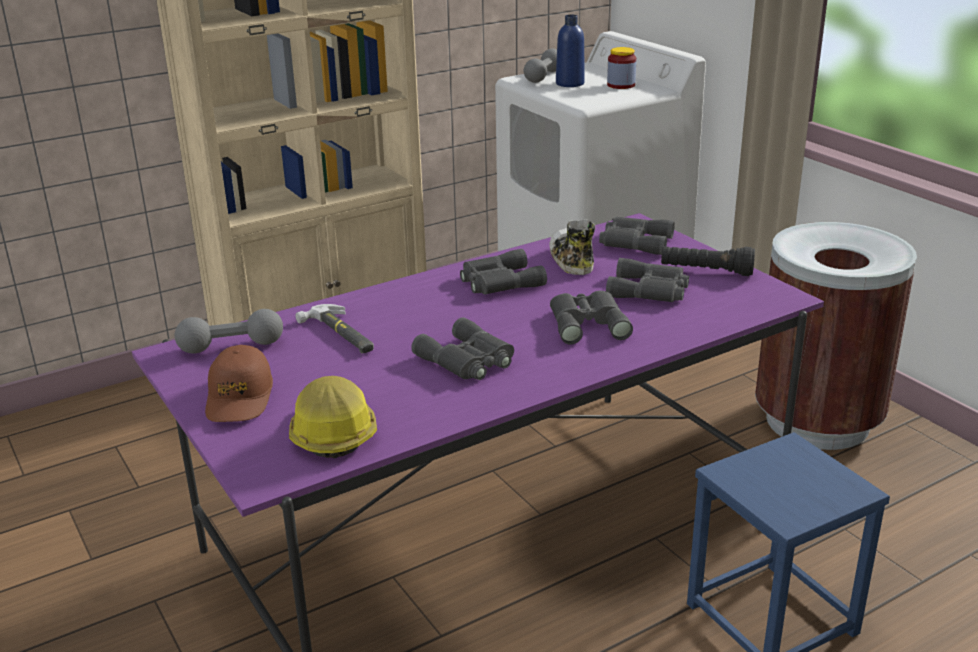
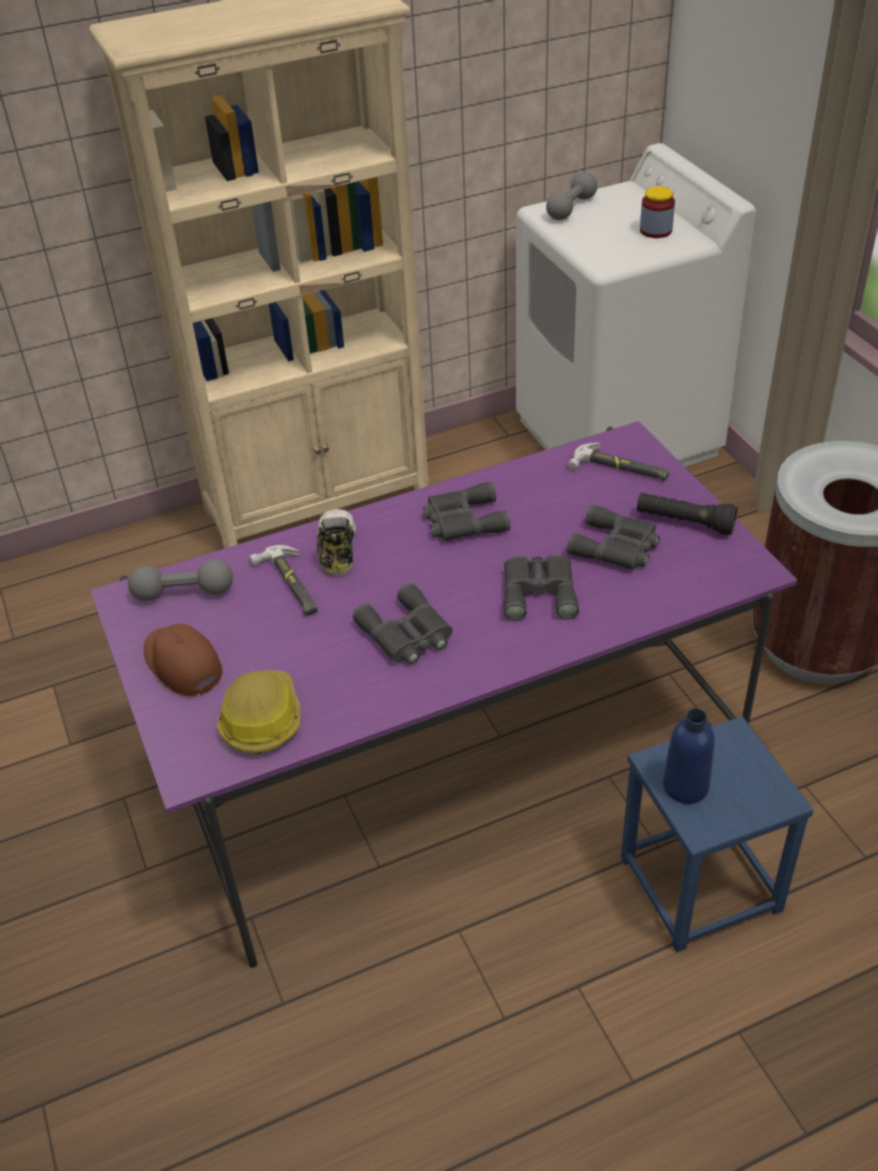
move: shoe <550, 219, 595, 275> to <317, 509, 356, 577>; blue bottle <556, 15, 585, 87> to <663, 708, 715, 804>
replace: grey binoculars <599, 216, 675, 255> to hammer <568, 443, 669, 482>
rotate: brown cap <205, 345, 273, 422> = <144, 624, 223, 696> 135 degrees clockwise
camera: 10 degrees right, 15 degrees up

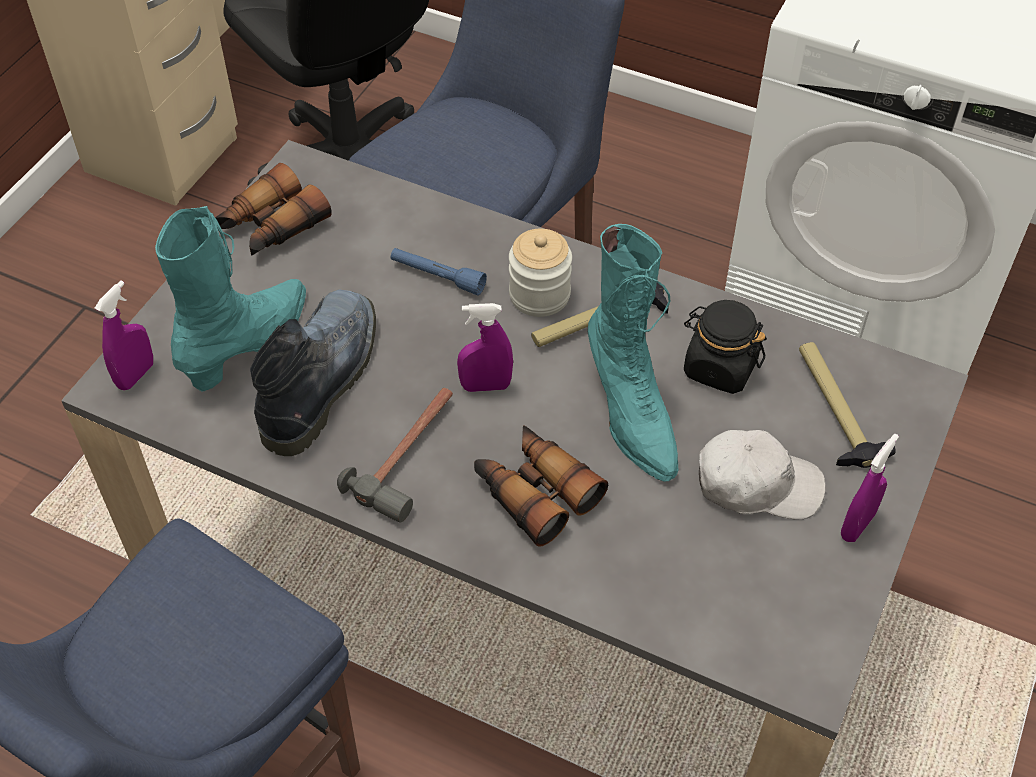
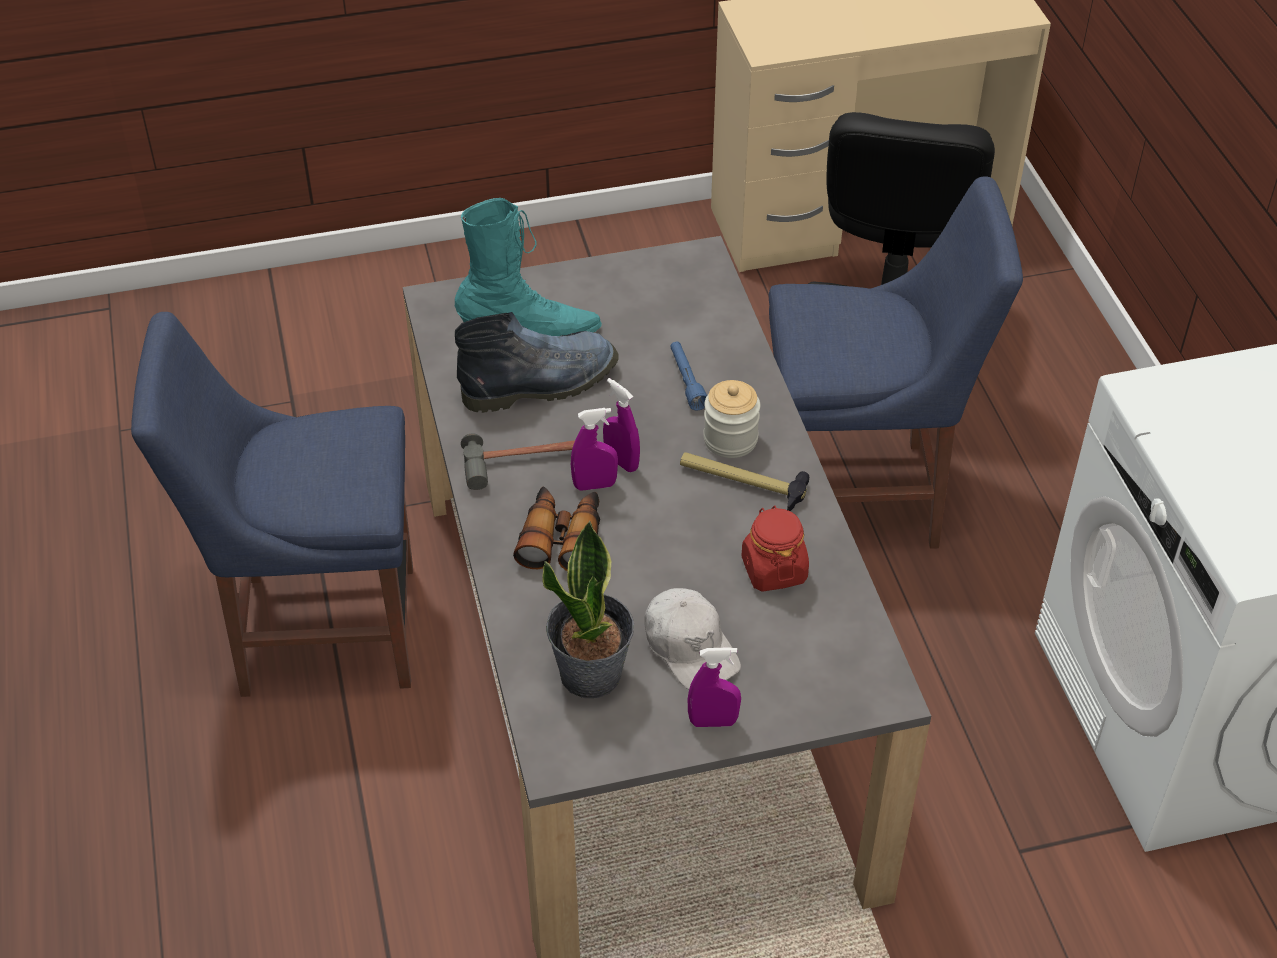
delete: binoculars <215, 163, 332, 256>; turquoise boot <588, 224, 678, 482>; hammer <799, 342, 896, 468>
insert: potted plant <542, 521, 634, 698>
move: purple spray bottle <95, 280, 153, 390> to <571, 408, 618, 491>
recolor: black jar <684, 300, 767, 394> to red jar <742, 505, 809, 592>
camera: 50 degrees right, 5 degrees down

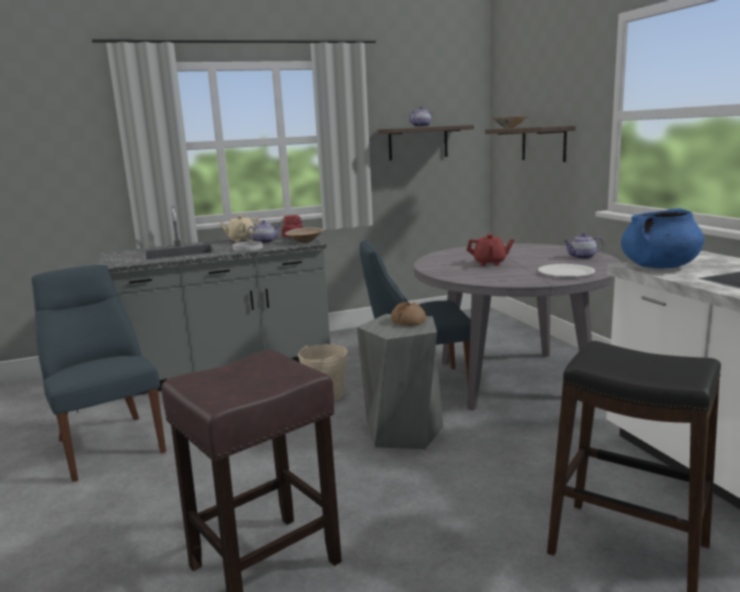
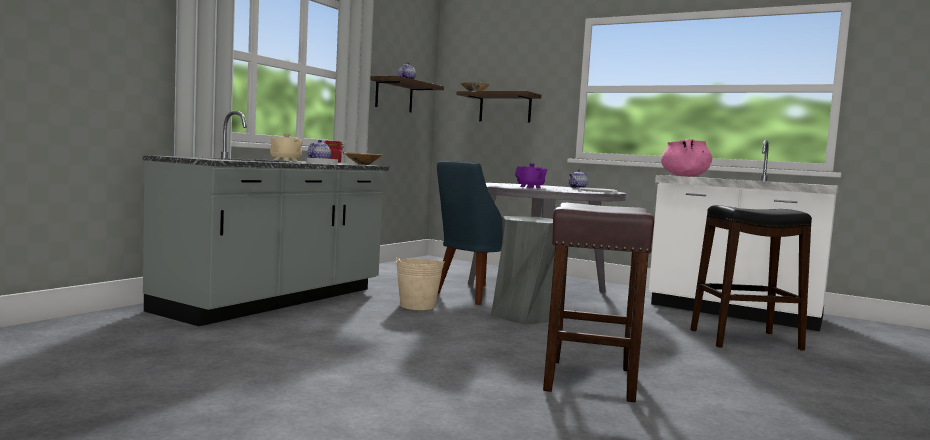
delete: blue chair <32, 265, 166, 482>; bread <391, 302, 426, 326>
recolor: red teapot <467, 234, 514, 266> to purple teapot <515, 163, 548, 188>; blue cooking pot <621, 208, 704, 268> to pink cooking pot <661, 139, 712, 177>
camera: 40 degrees left, 10 degrees down

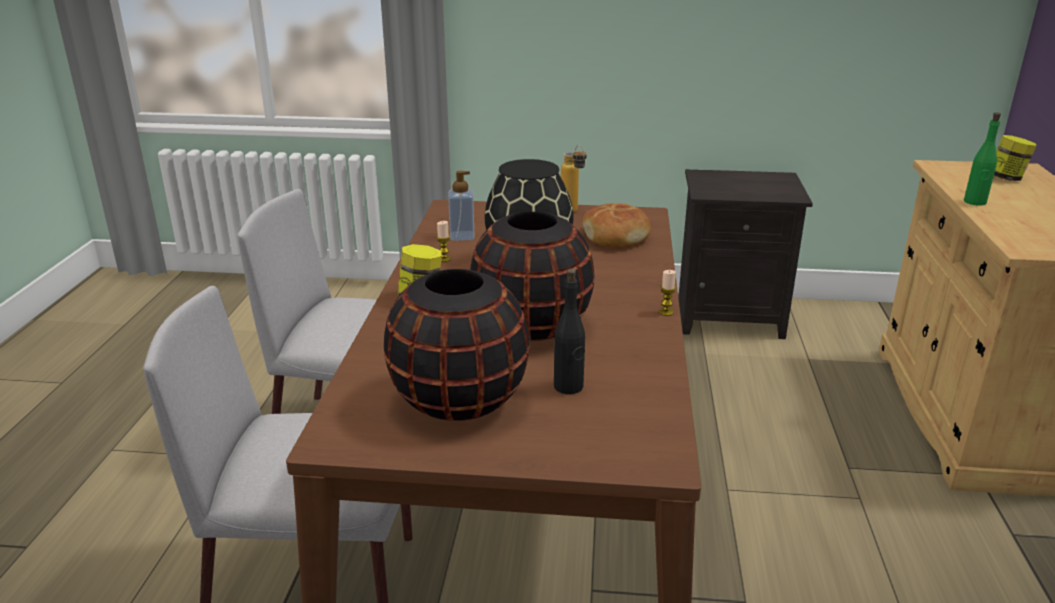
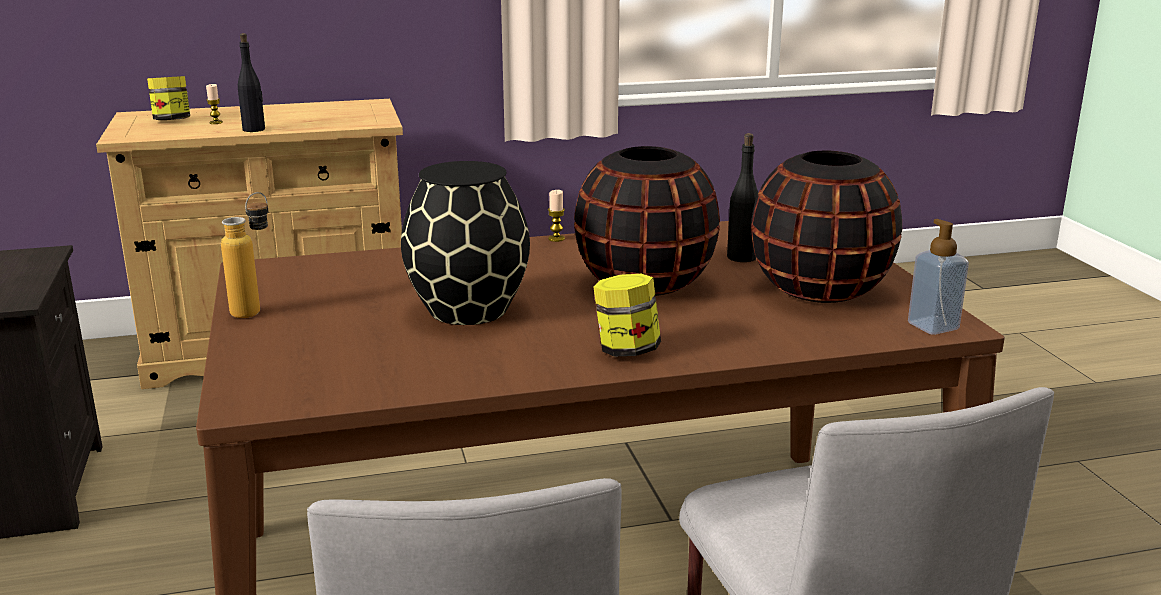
delete: bread <582, 203, 651, 248>
move: candle <436, 221, 451, 262> to <206, 84, 223, 124>; soap dispenser <448, 171, 475, 241> to <908, 219, 969, 335>
recolor: green bottle <964, 112, 1001, 206> to black bottle <238, 33, 265, 132>
camera: 110 degrees left, 5 degrees down

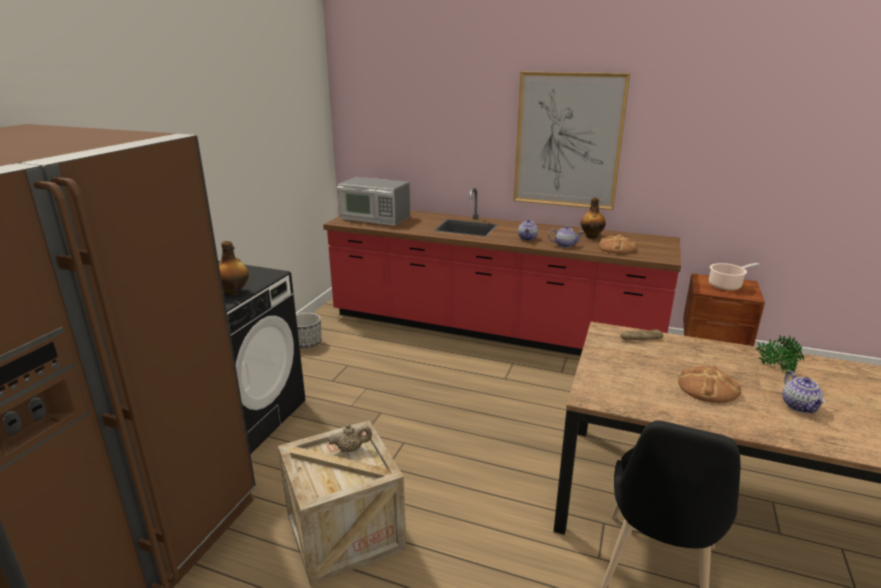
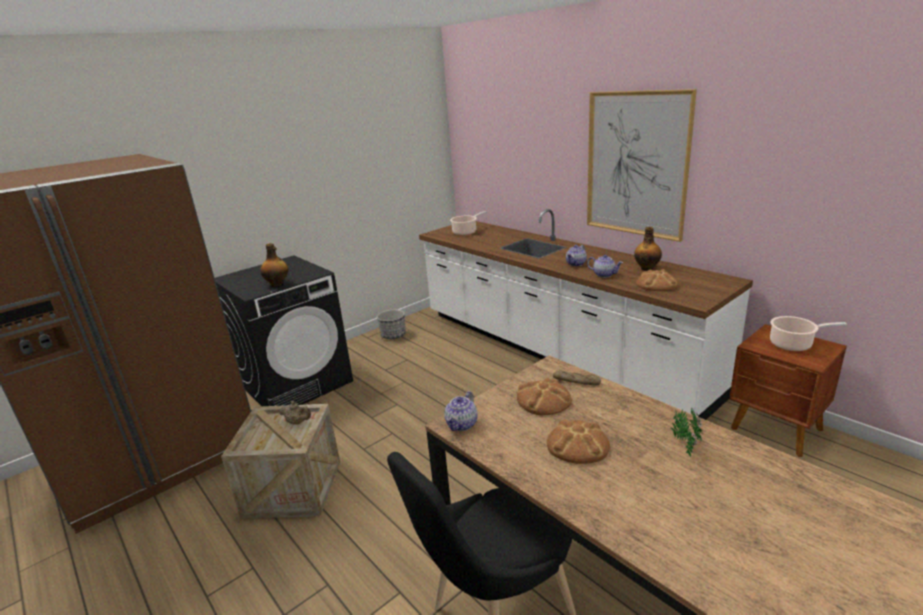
insert: bread <517, 378, 572, 415>
move: teapot <782, 371, 825, 413> to <445, 391, 477, 431>
replace: microwave <337, 177, 410, 226> to cooking pot <450, 211, 487, 235>
recolor: red counter <323, 188, 681, 356> to white counter <419, 209, 753, 420>
camera: 30 degrees right, 0 degrees up

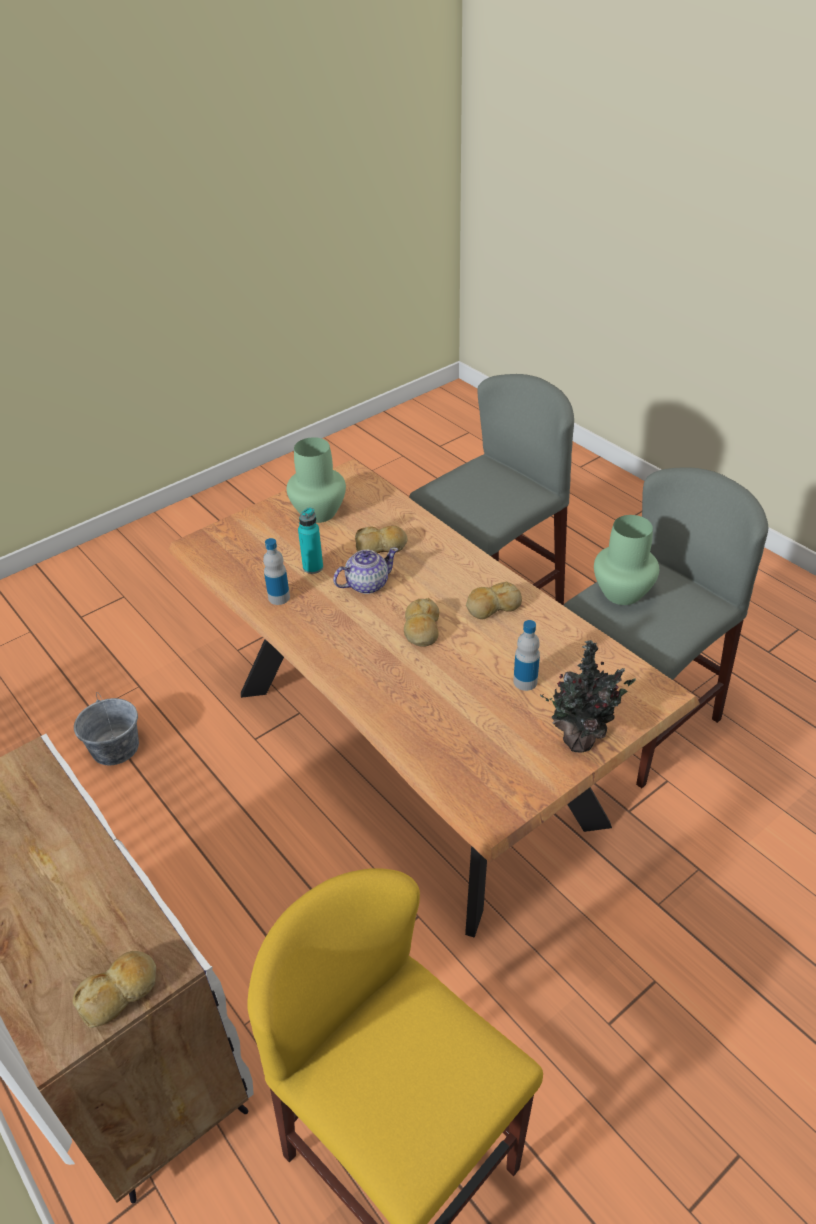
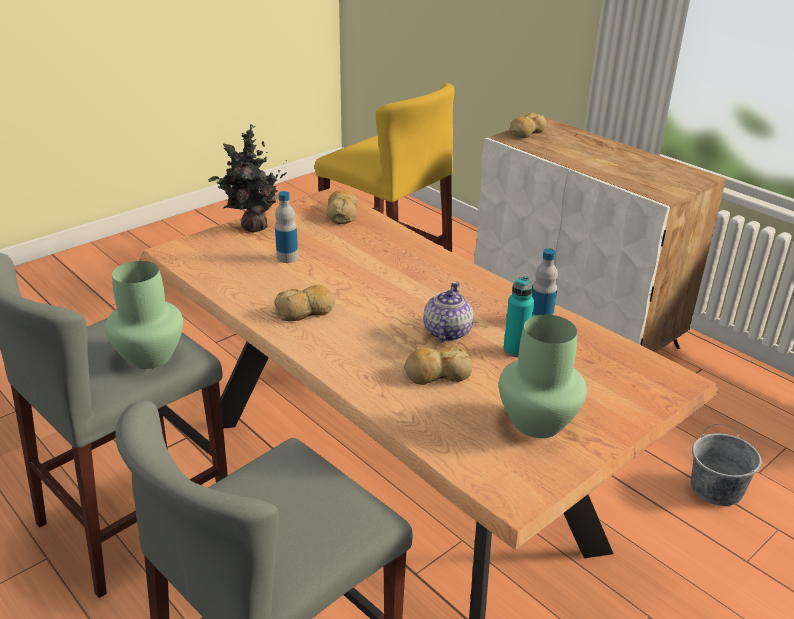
move: bread <404, 598, 439, 647> to <326, 190, 357, 224>
rotate: teapot <333, 547, 398, 594> = <423, 281, 473, 342> 135 degrees clockwise
camera: 175 degrees right, 10 degrees down

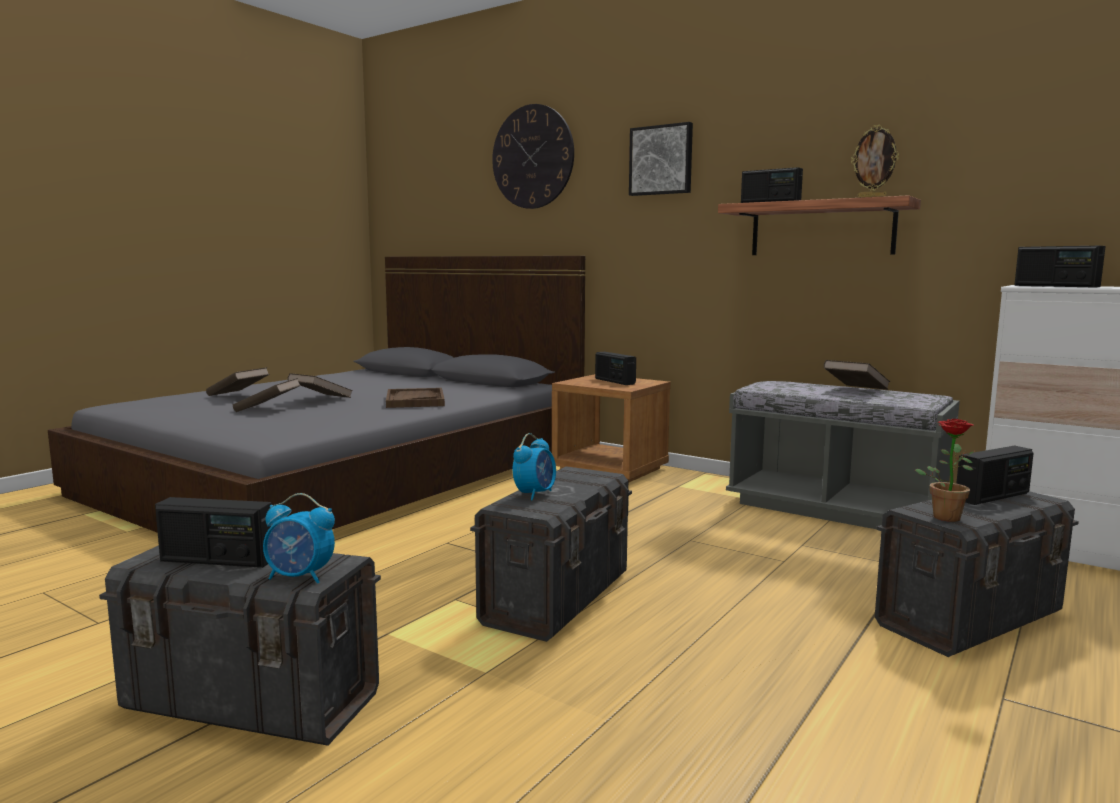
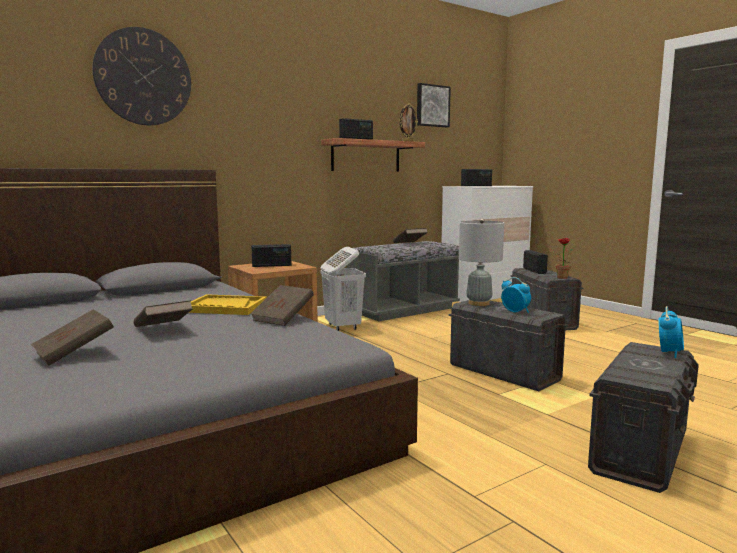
delete: radio <155, 497, 272, 568>
insert: white laundry basket <320, 247, 366, 331>; grey table lamp <459, 218, 504, 306>
move: brown book <233, 378, 301, 412> to <250, 285, 314, 326>; picture <629, 122, 693, 196> to <417, 83, 451, 127>
recolor: brown tray <386, 388, 445, 408> to yellow tray <189, 294, 267, 315>
camera: 70 degrees left, 0 degrees up

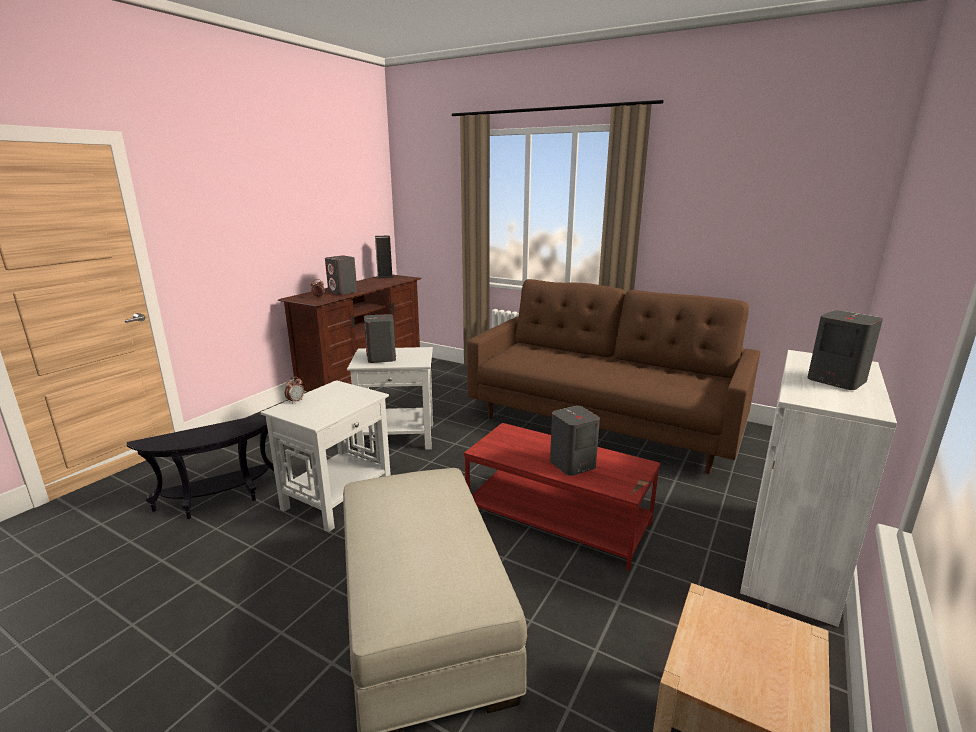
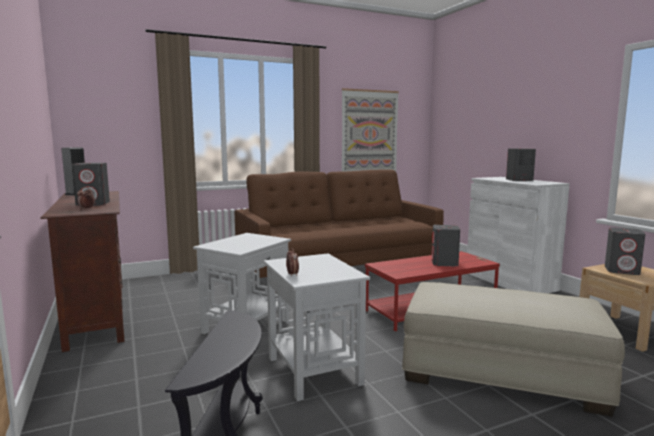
insert: picture <342, 88, 399, 172>
move: grey speaker <364, 314, 396, 363> to <605, 227, 645, 275>
camera: 55 degrees left, 10 degrees down

